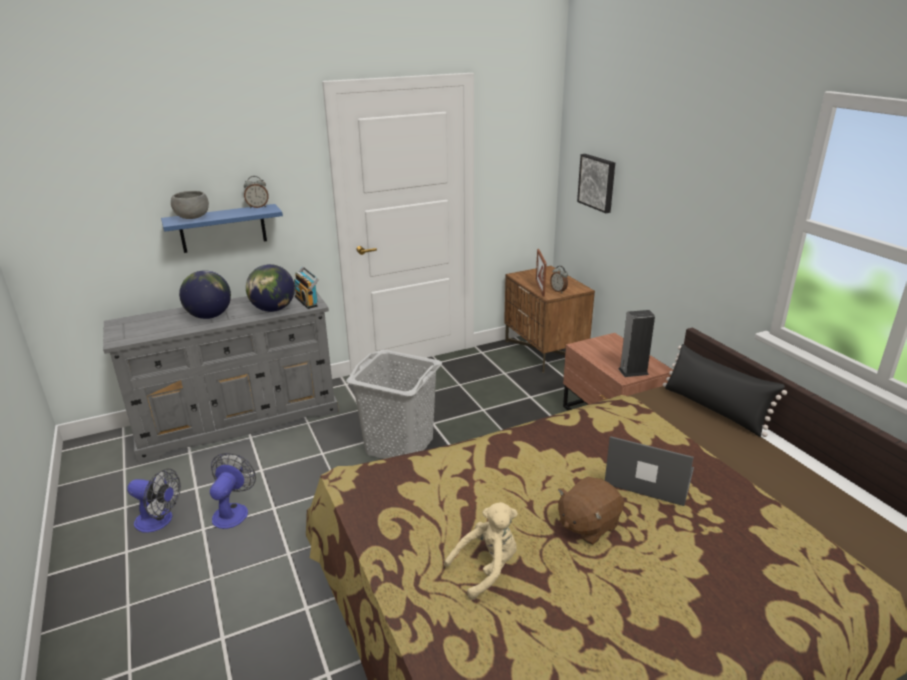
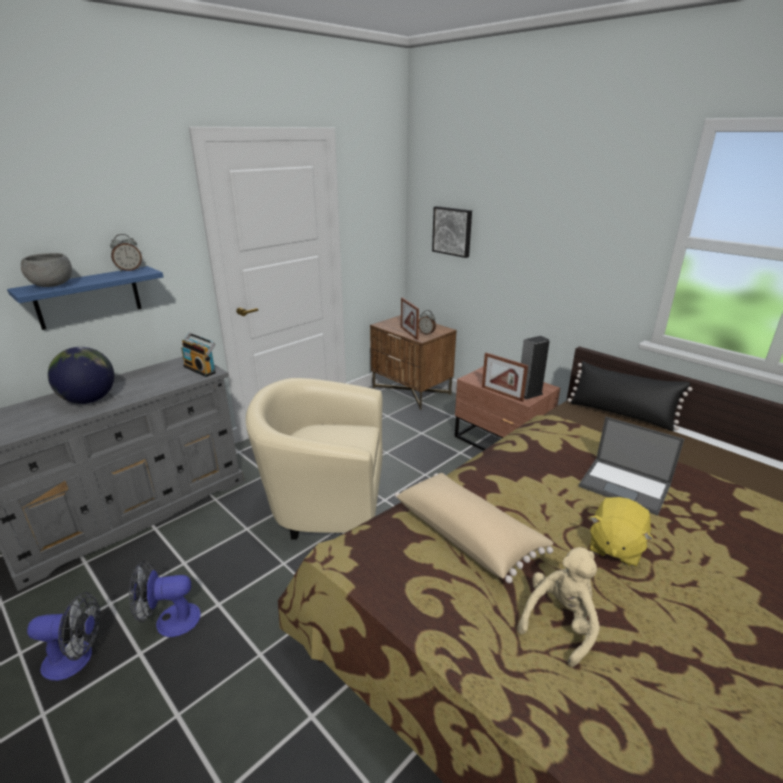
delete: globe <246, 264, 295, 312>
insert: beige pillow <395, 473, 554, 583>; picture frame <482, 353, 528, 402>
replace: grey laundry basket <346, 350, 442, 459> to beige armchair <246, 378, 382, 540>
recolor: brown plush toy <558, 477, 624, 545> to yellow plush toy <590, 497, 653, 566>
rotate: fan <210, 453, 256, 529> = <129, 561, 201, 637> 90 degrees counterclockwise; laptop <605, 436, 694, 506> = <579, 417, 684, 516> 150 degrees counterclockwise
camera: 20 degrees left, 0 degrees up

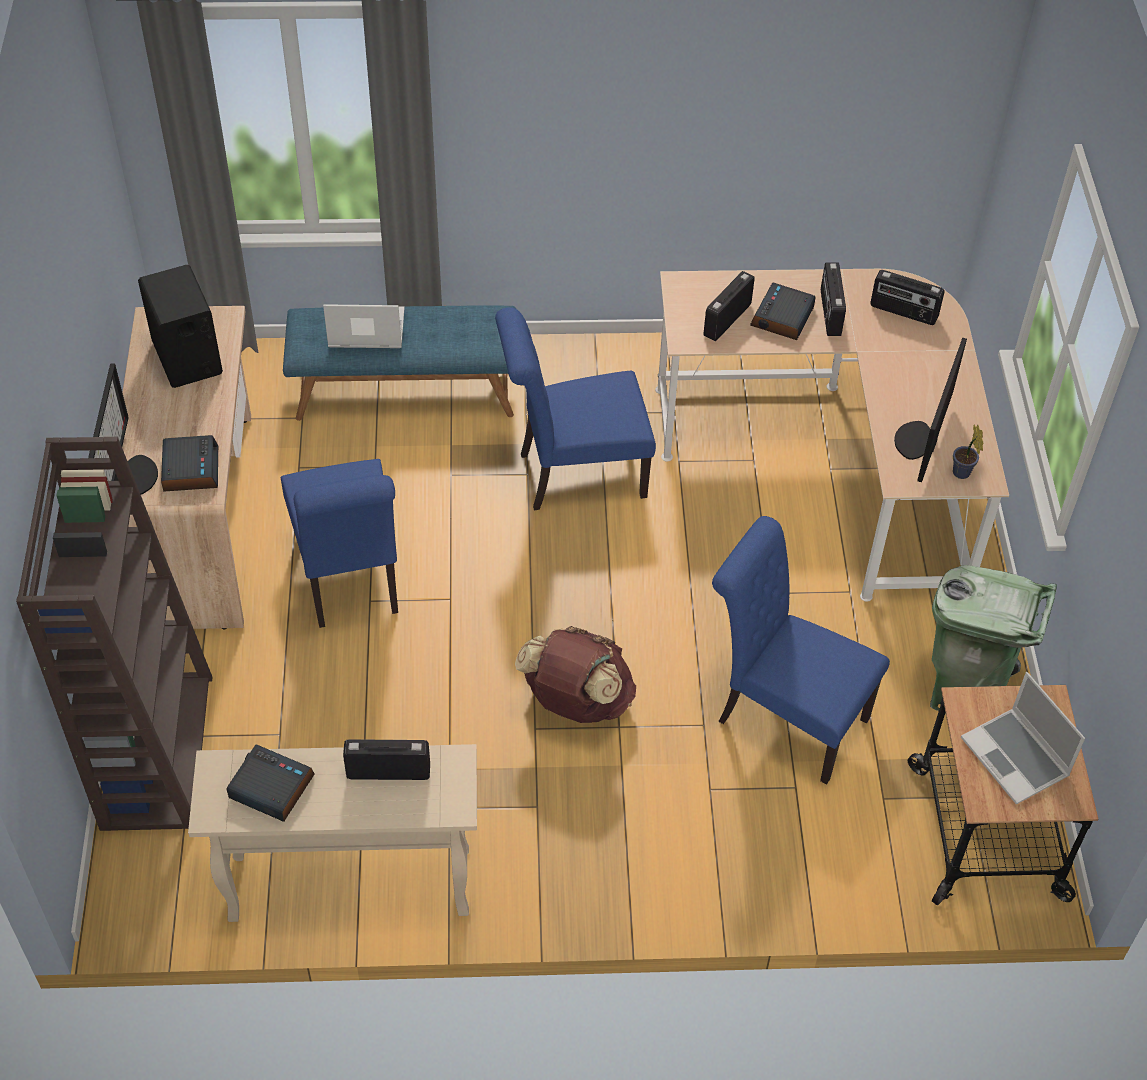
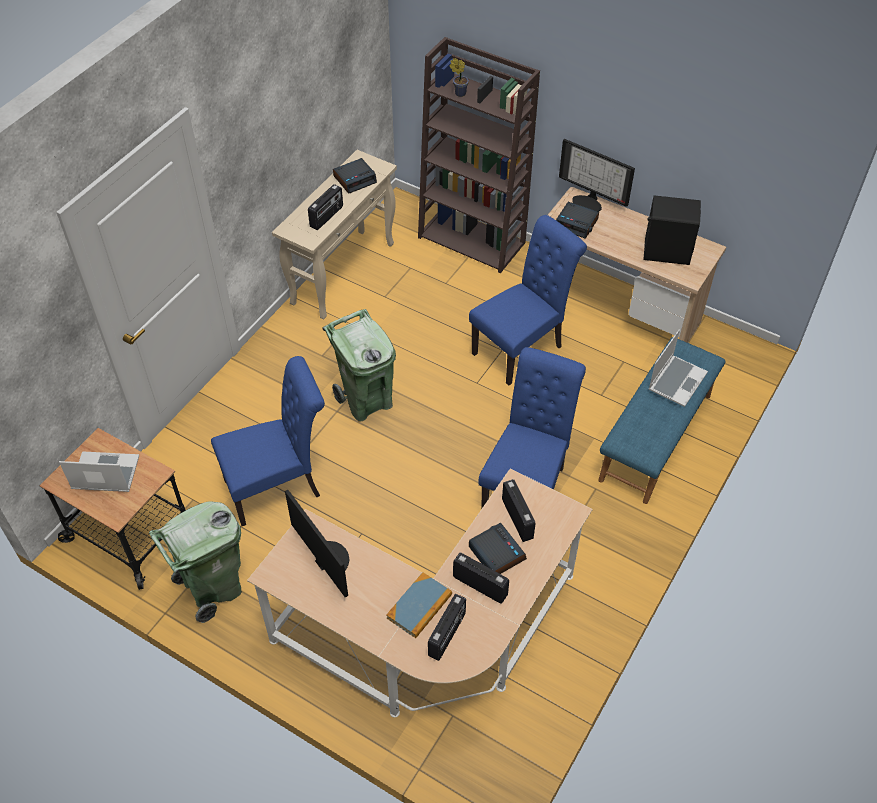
insert: book <387, 572, 452, 638>
move: potted plant <953, 425, 983, 479> to <449, 58, 469, 97>
replace: brown backpack <515, 626, 636, 723> to green trash can <322, 309, 396, 422>
rotate: blue chair <281, 459, 398, 628> = <469, 215, 587, 386> 120 degrees clockwise; radio <870, 270, 945, 325> = <428, 594, 466, 661> 150 degrees clockwise
camera: 125 degrees right, 0 degrees up

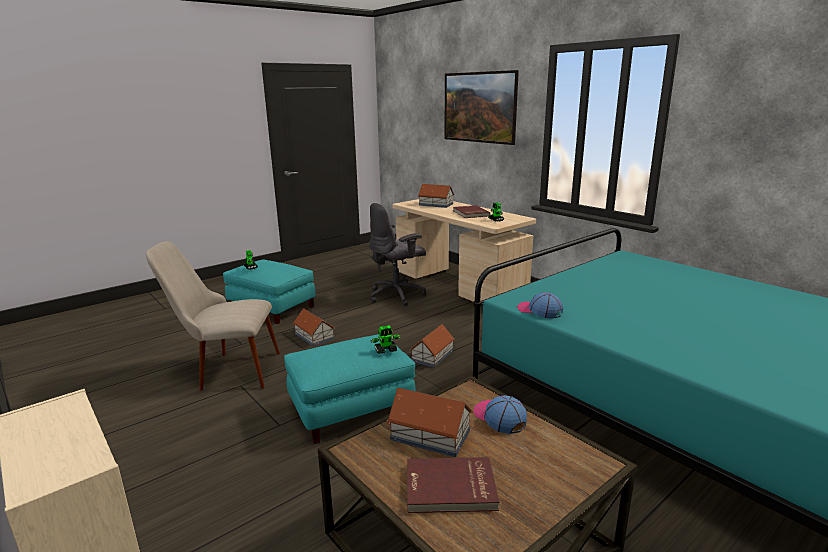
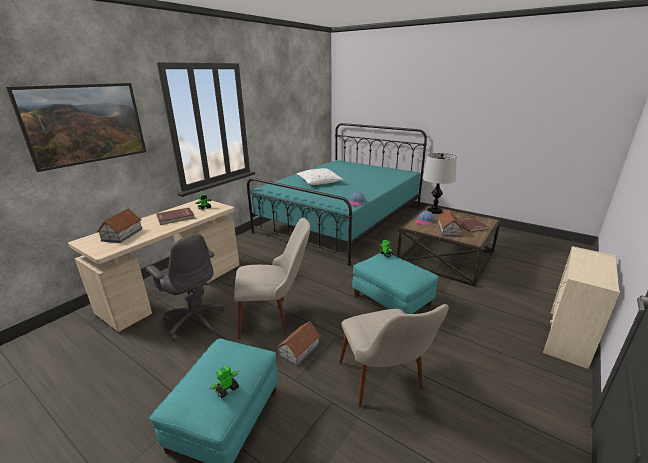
delete: toy house <410, 324, 455, 368>
insert: beige chair <234, 218, 311, 339>; white pillow <297, 168, 343, 185>; table lamp <423, 153, 457, 214>
camera: 105 degrees left, 5 degrees up

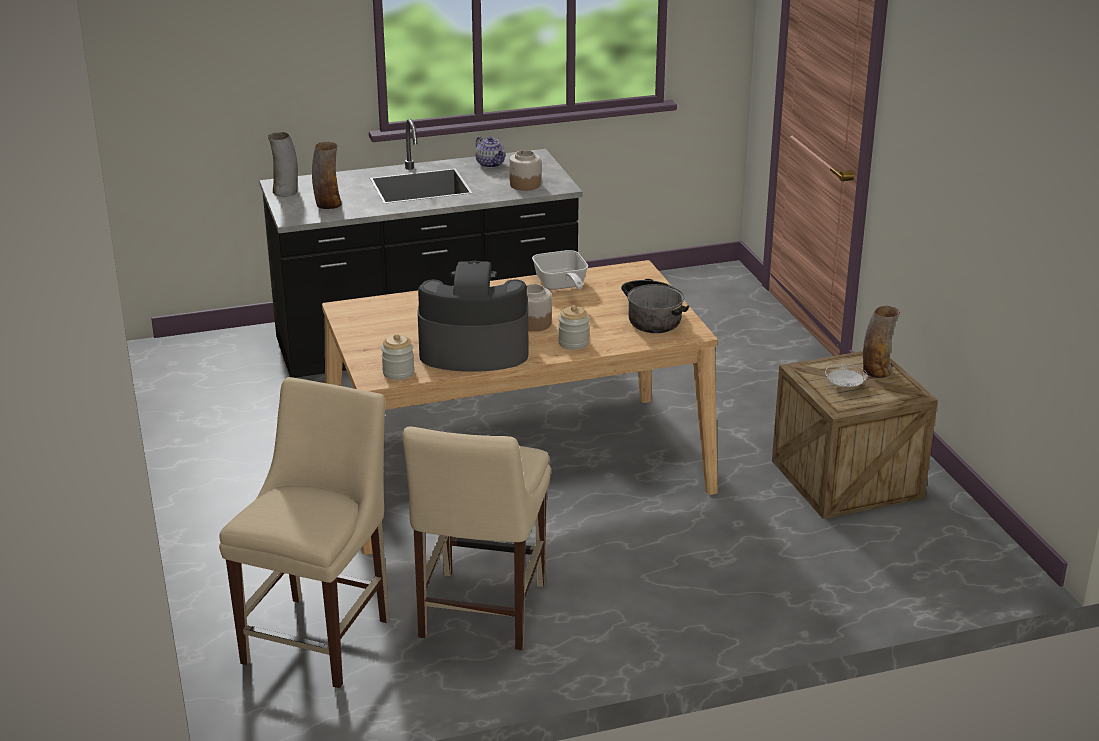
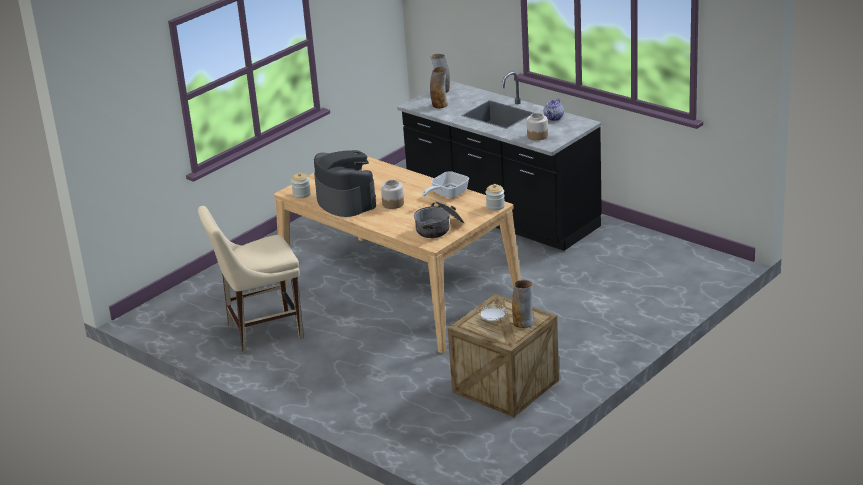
delete: beige chair <219, 377, 389, 688>
move: jar <558, 305, 589, 350> to <485, 184, 505, 211>
camera: 60 degrees right, 0 degrees up

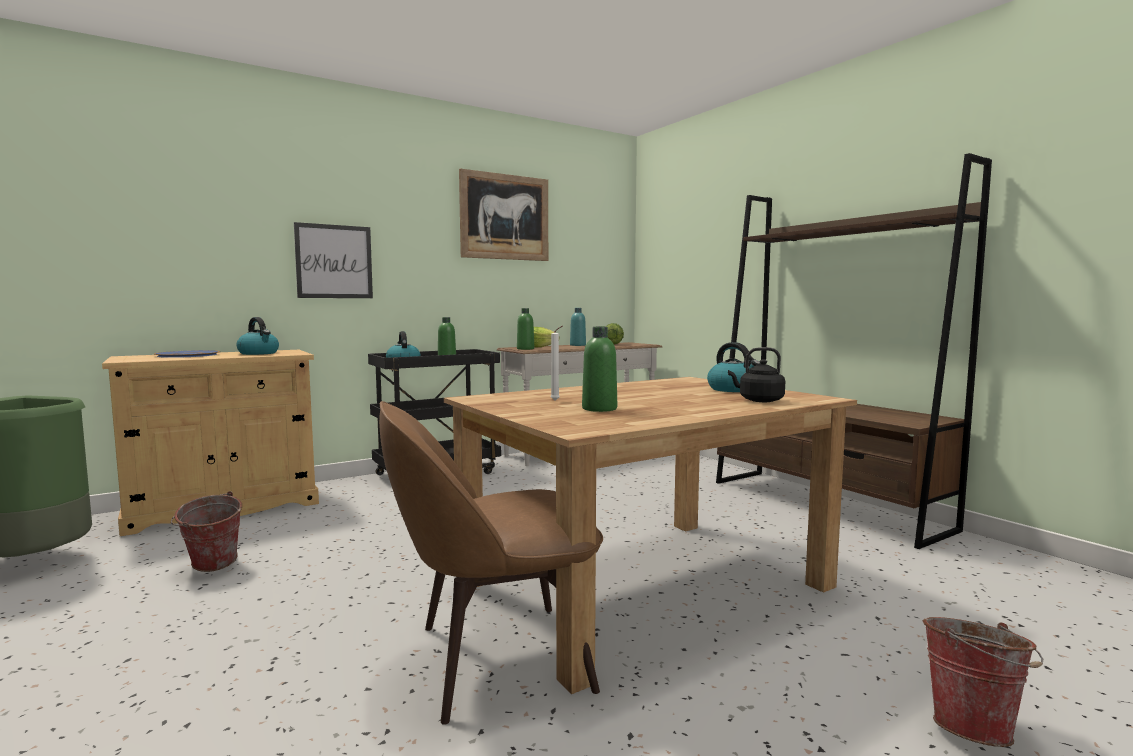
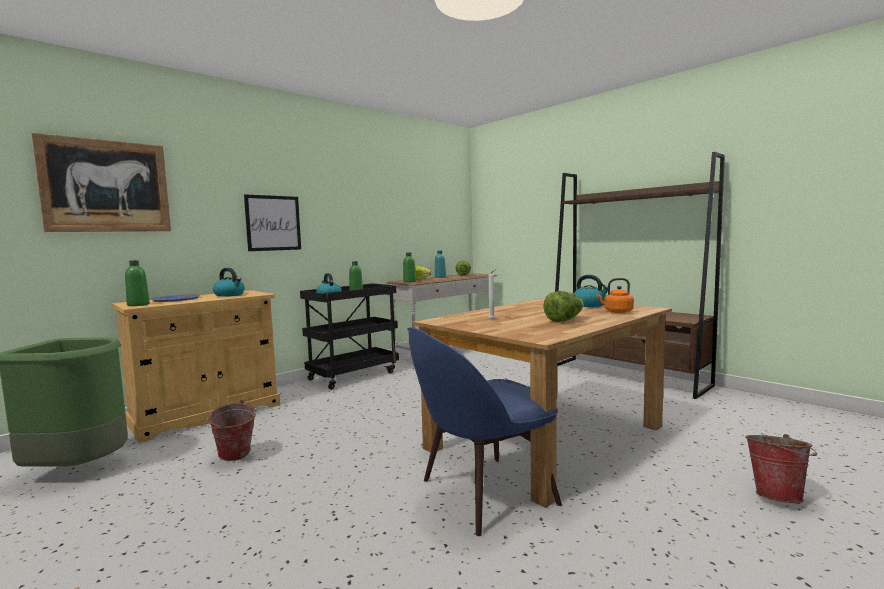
insert: lettuce <543, 291, 584, 322>
move: picture <459, 169, 548, 261> to <32, 133, 171, 232>; green bottle <582, 327, 617, 412> to <125, 260, 150, 306>
recolor: brown chair <379, 401, 603, 725> to blue chair <407, 327, 562, 536>; black kettle <728, 347, 785, 402> to orange kettle <596, 278, 634, 313>
camera: 10 degrees left, 0 degrees up

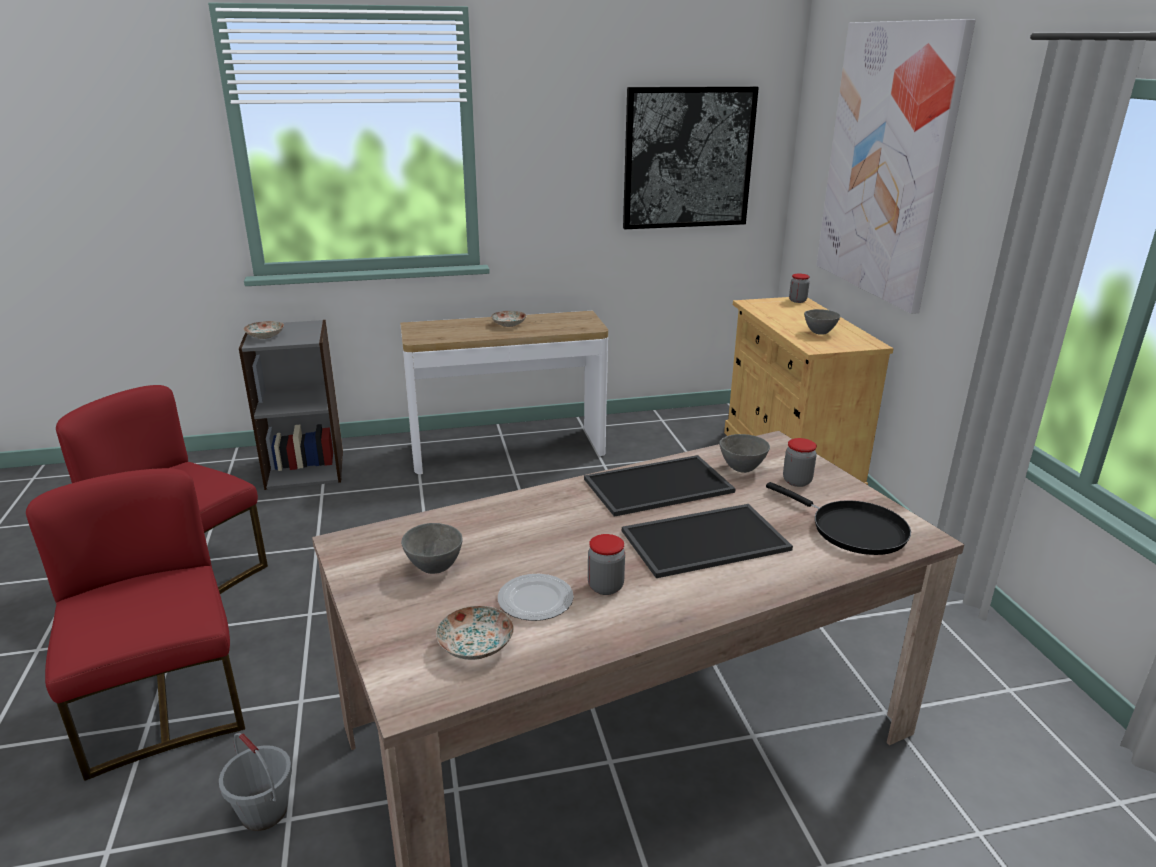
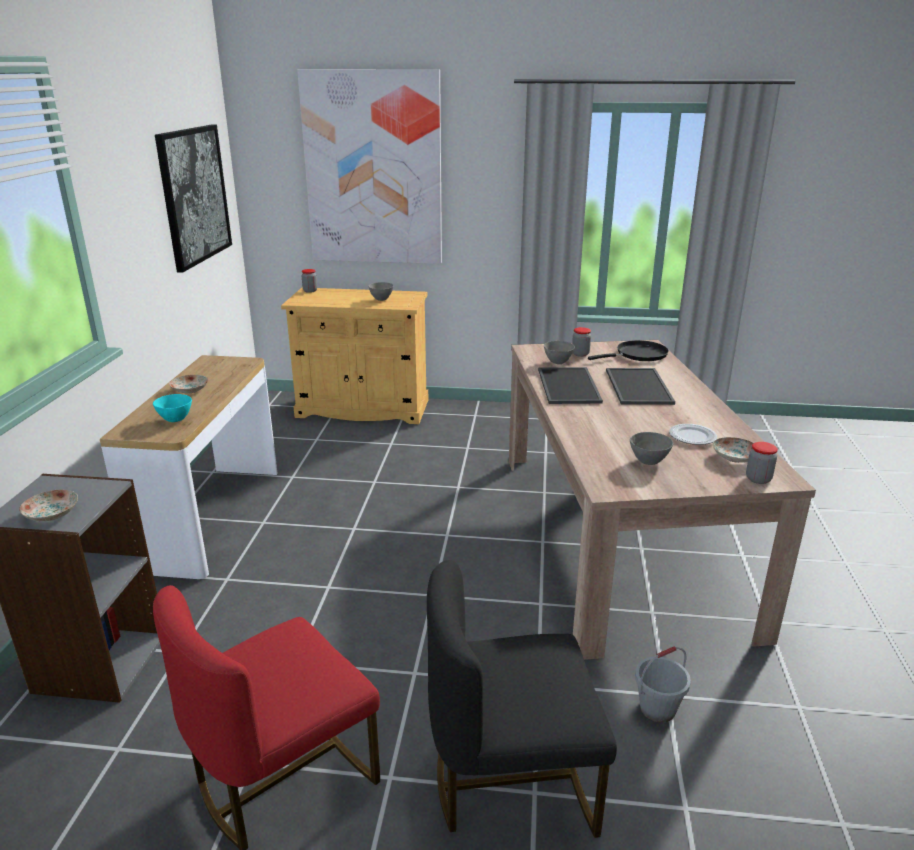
insert: turquoise bowl <153, 394, 192, 422>
move: jar <588, 534, 625, 595> to <746, 442, 778, 484>
recolor: red chair <26, 468, 245, 781> to black chair <427, 560, 617, 838>
camera: 70 degrees left, 0 degrees up

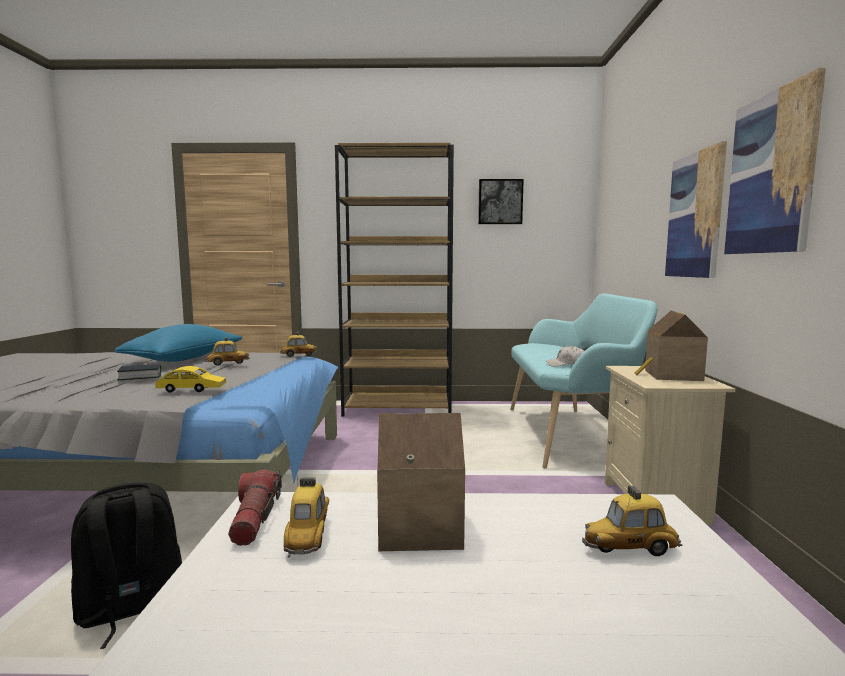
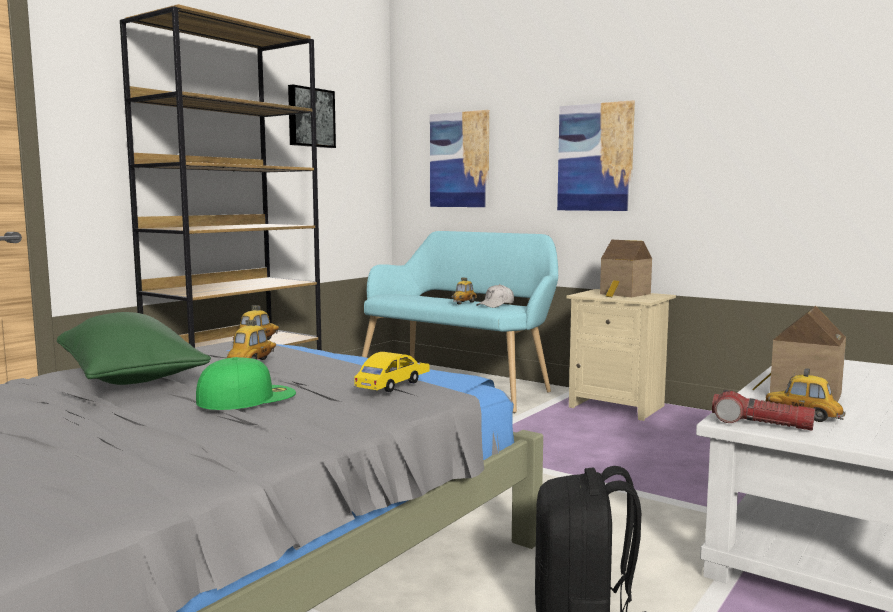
move: toy car <582, 486, 682, 556> to <451, 278, 477, 305>; picture <724, 68, 826, 254> to <430, 110, 489, 207>
replace: book <117, 364, 161, 380> to green cap <196, 357, 296, 410>
recolor: blue pillow <115, 324, 242, 362> to green pillow <57, 312, 211, 385>
camera: 55 degrees left, 0 degrees up

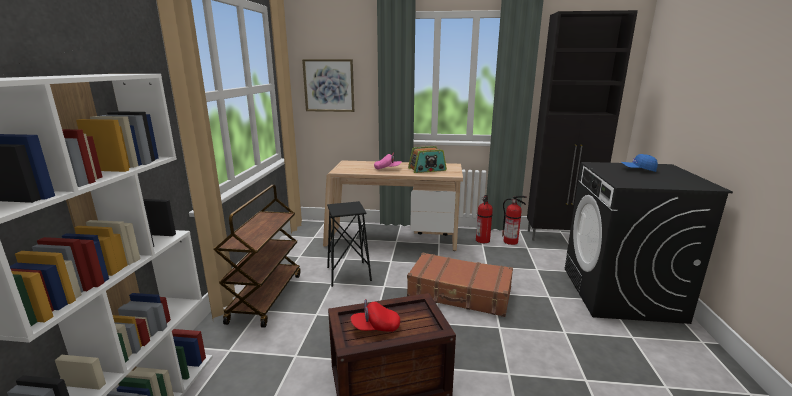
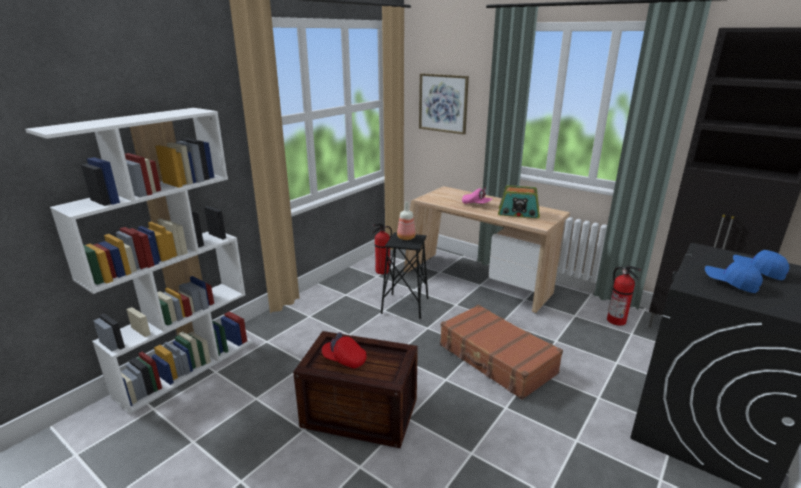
delete: brown cart <213, 185, 301, 328>
insert: bottle <397, 202, 416, 240>; blue cap <705, 261, 763, 293>
move: fire extinguisher <476, 195, 493, 243> to <372, 224, 392, 274>
camera: 30 degrees right, 5 degrees up

